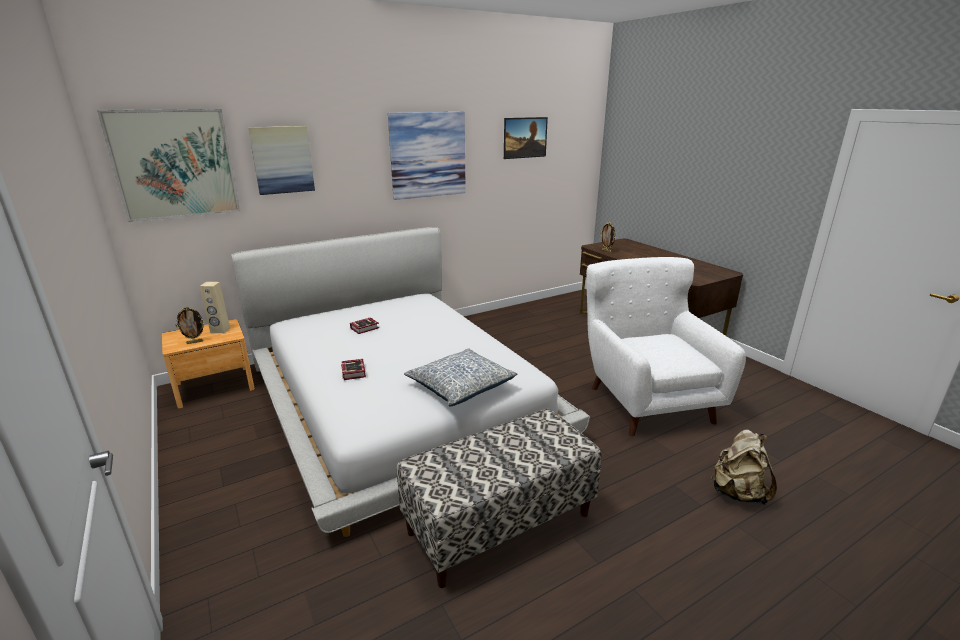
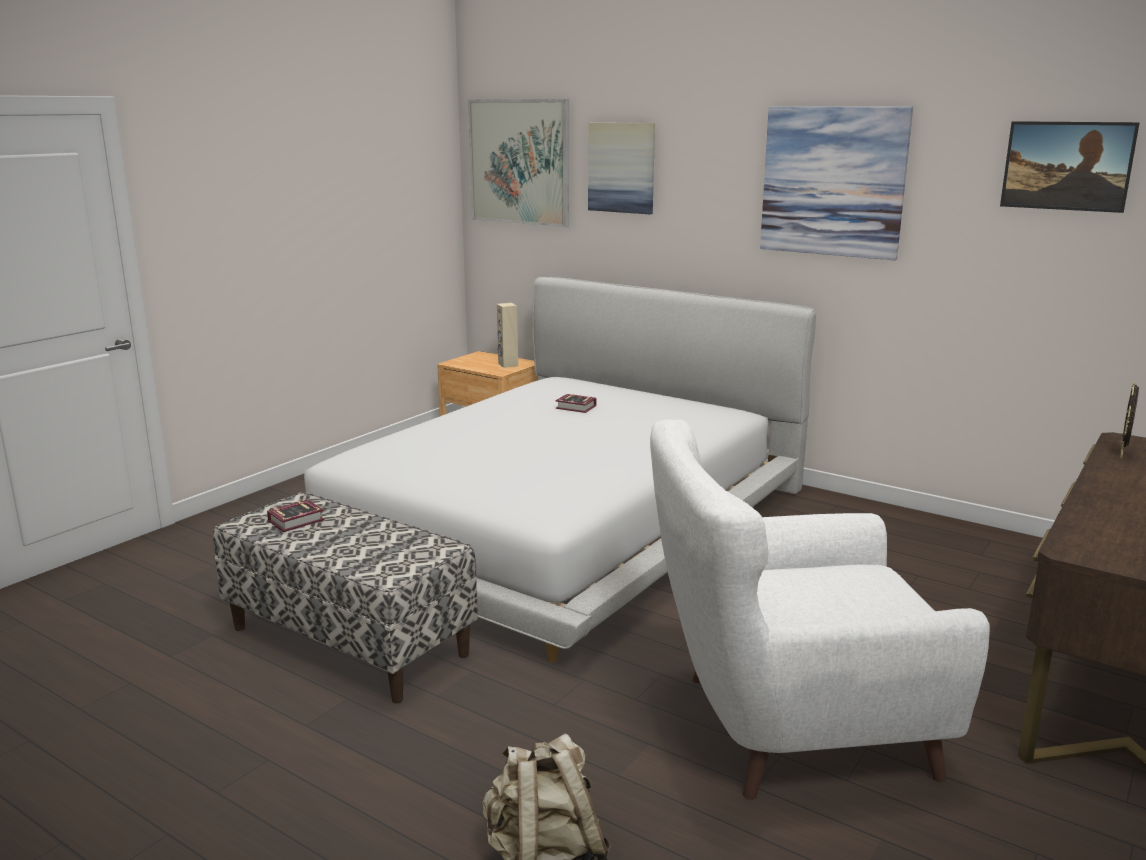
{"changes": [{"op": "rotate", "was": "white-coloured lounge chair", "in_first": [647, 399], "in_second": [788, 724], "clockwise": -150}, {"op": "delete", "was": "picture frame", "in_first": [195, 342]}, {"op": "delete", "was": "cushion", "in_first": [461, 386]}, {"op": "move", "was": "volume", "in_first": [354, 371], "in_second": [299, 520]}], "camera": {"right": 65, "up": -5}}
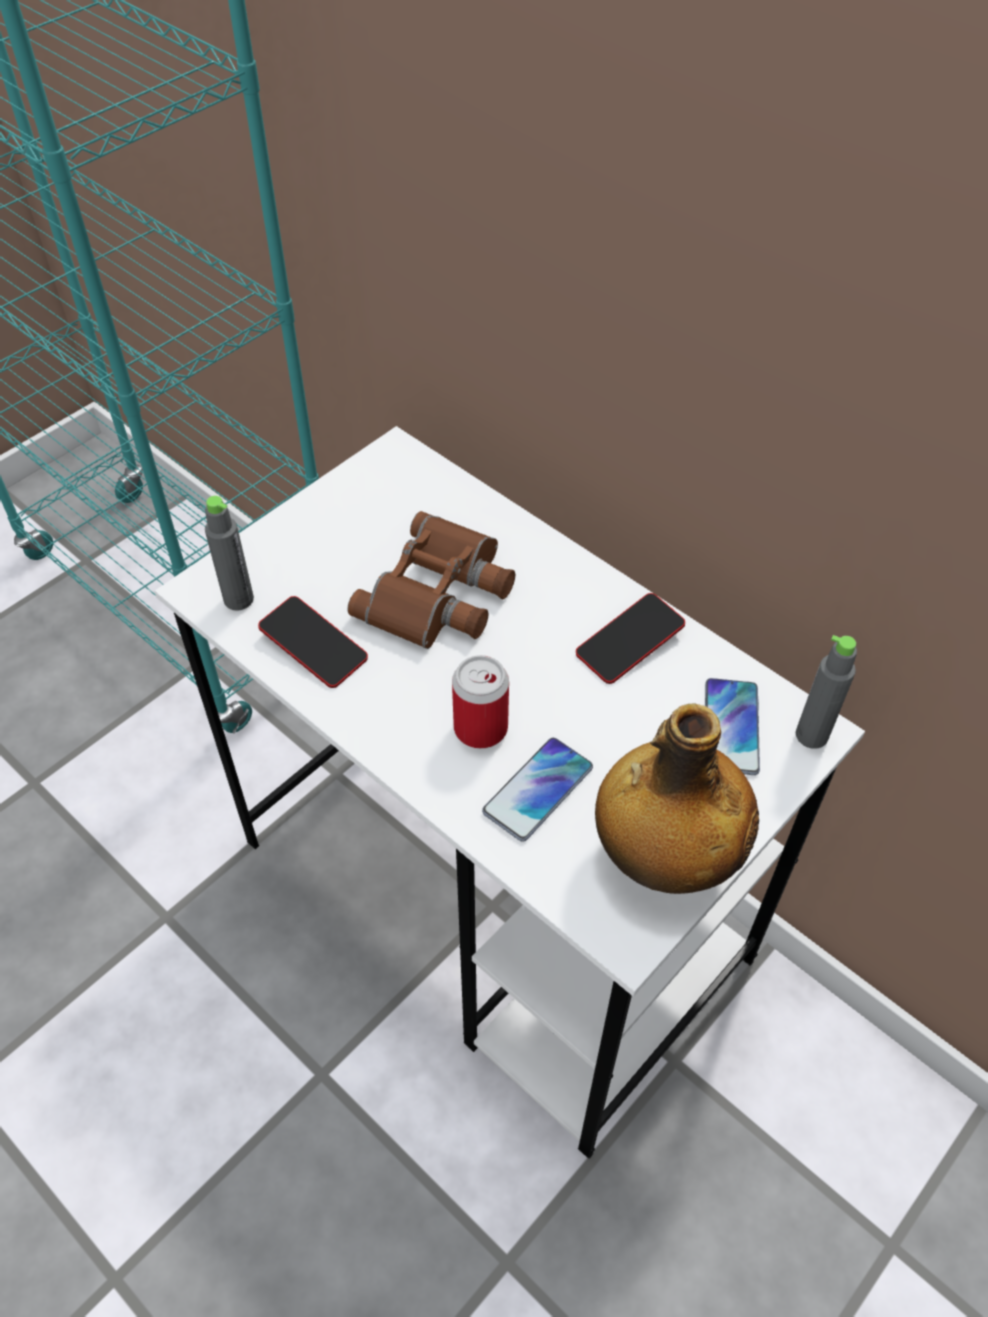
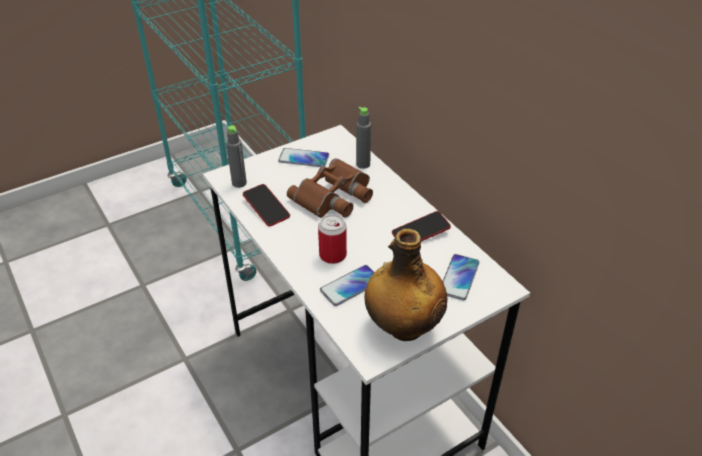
{"changes": [{"op": "move", "was": "greyish drink bottle", "in_first": [811, 735], "in_second": [363, 164]}, {"op": "insert", "now": "phone", "in_second": [303, 158]}], "camera": {"right": 15, "up": -10}}
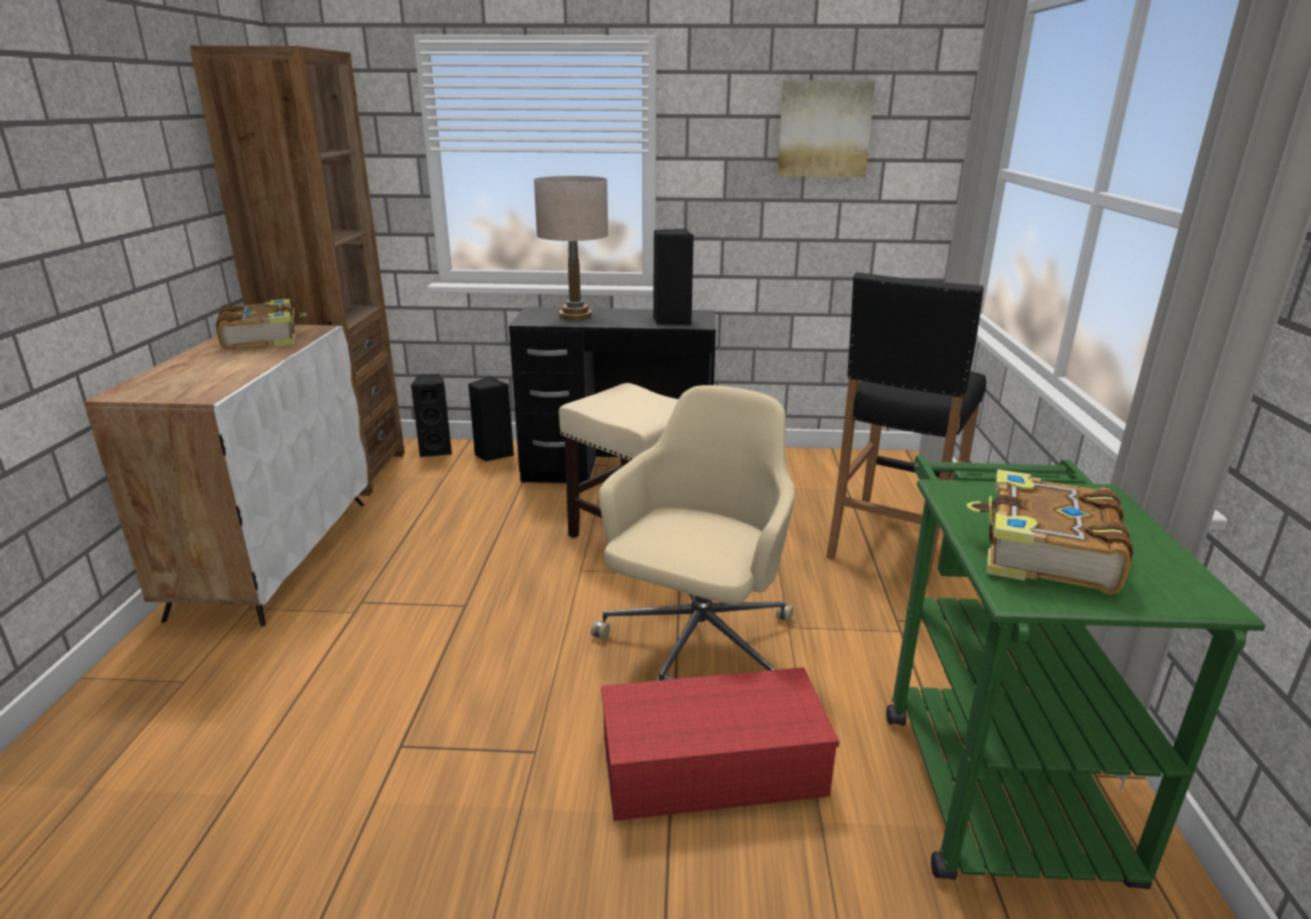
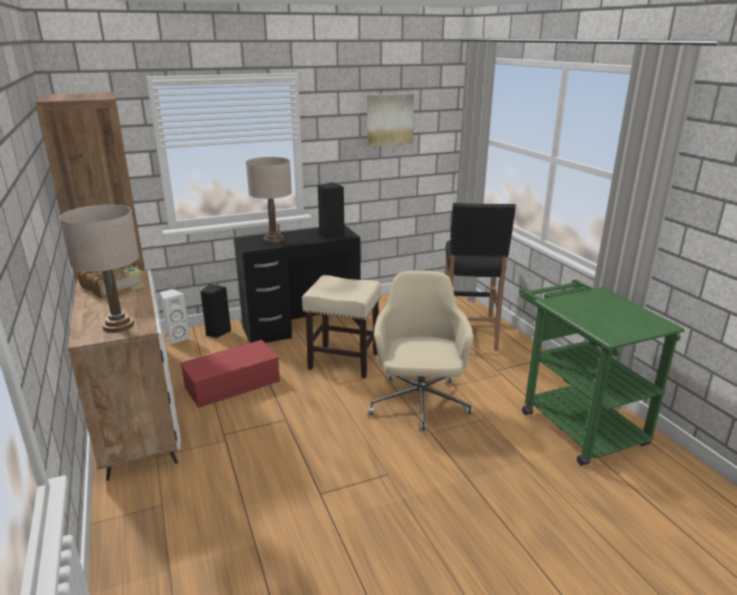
{"changes": [{"op": "recolor", "was": "blackish loudspeaker", "now": "white-coloured loudspeaker", "in_first": [436, 450], "in_second": [177, 338]}, {"op": "delete", "was": "volume", "in_first": [1044, 553]}, {"op": "move", "was": "red storage bin", "in_first": [715, 764], "in_second": [233, 383]}, {"op": "insert", "now": "beige-coloured lamp for a table", "in_second": [118, 325]}], "camera": {"right": -25, "up": 0}}
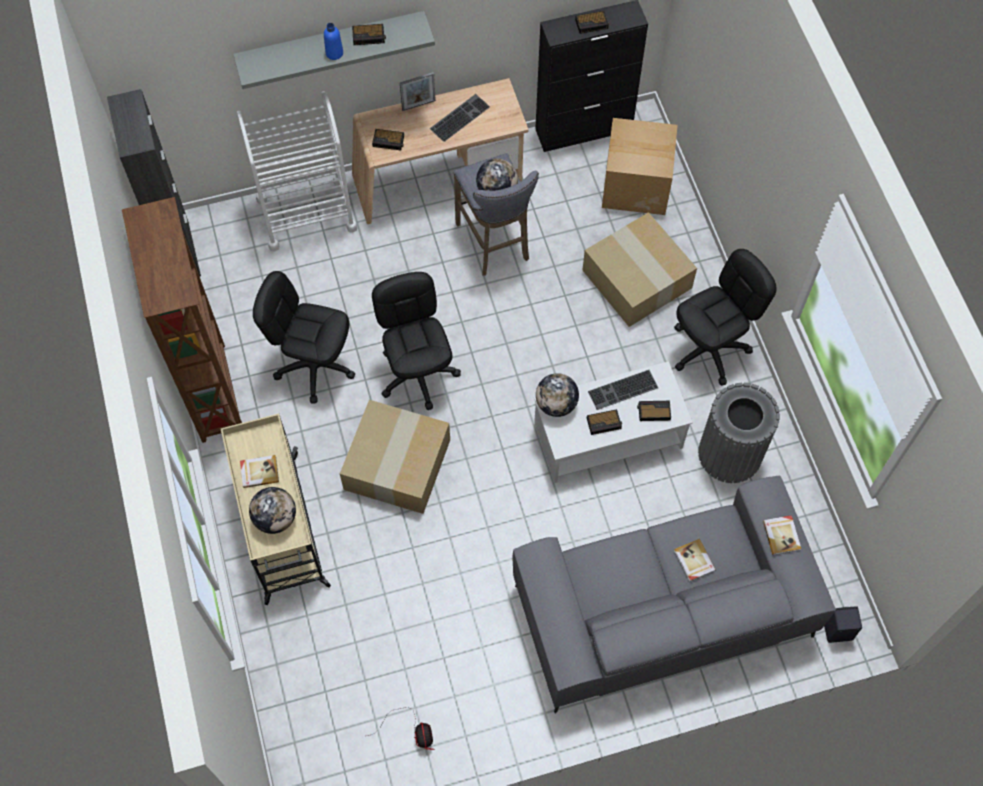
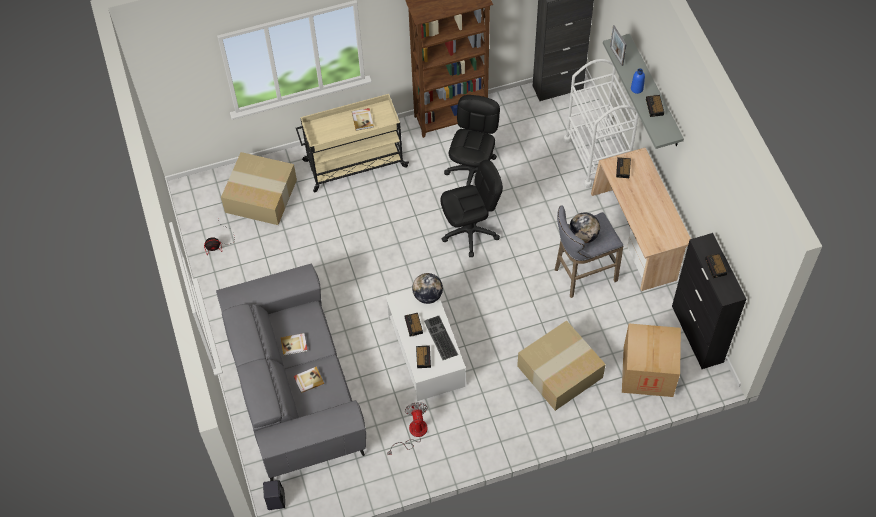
{"changes": [{"op": "move", "was": "picture frame", "in_first": [418, 105], "in_second": [616, 56]}, {"op": "delete", "was": "keyboard", "in_first": [459, 117]}, {"op": "delete", "was": "blackish office chair", "in_first": [710, 350]}, {"op": "replace", "was": "greyish waste bin", "now": "cooling fan", "in_first": [730, 454], "in_second": [413, 433]}, {"op": "move", "was": "packing box", "in_first": [398, 466], "in_second": [260, 196]}, {"op": "delete", "was": "globe", "in_first": [275, 518]}, {"op": "move", "was": "volume", "in_first": [782, 535], "in_second": [294, 345]}], "camera": {"right": 90, "up": -5}}
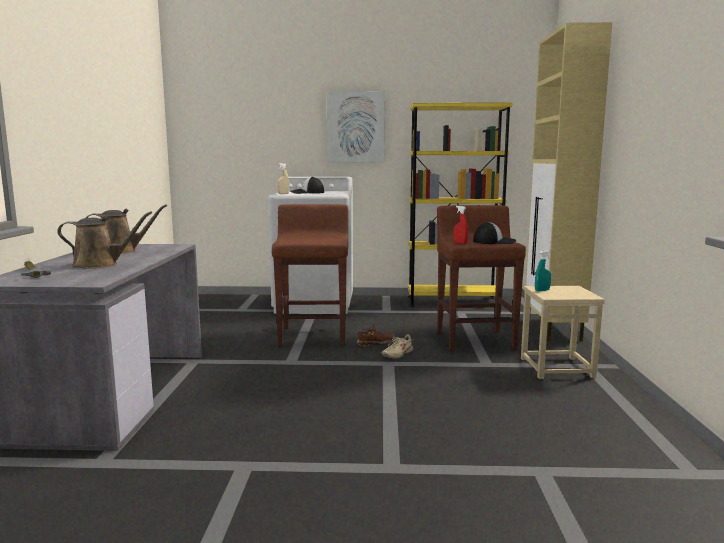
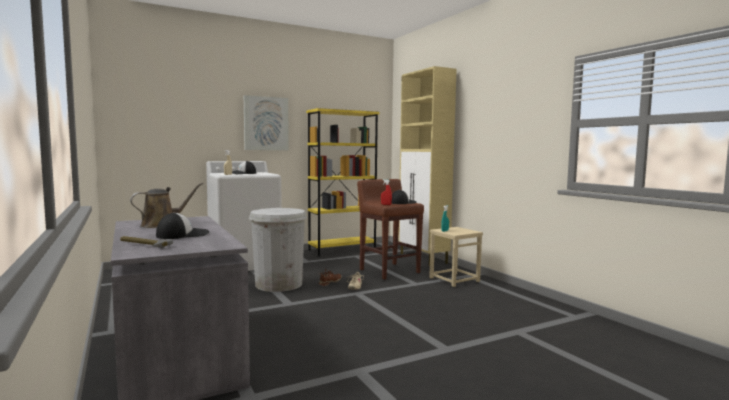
{"changes": [{"op": "replace", "was": "brown sitting stool", "now": "white-coloured waste bin", "in_first": [313, 336], "in_second": [279, 284]}, {"op": "replace", "was": "brown watering pot", "now": "baseball cap", "in_first": [100, 264], "in_second": [183, 235]}], "camera": {"right": -30, "up": -5}}
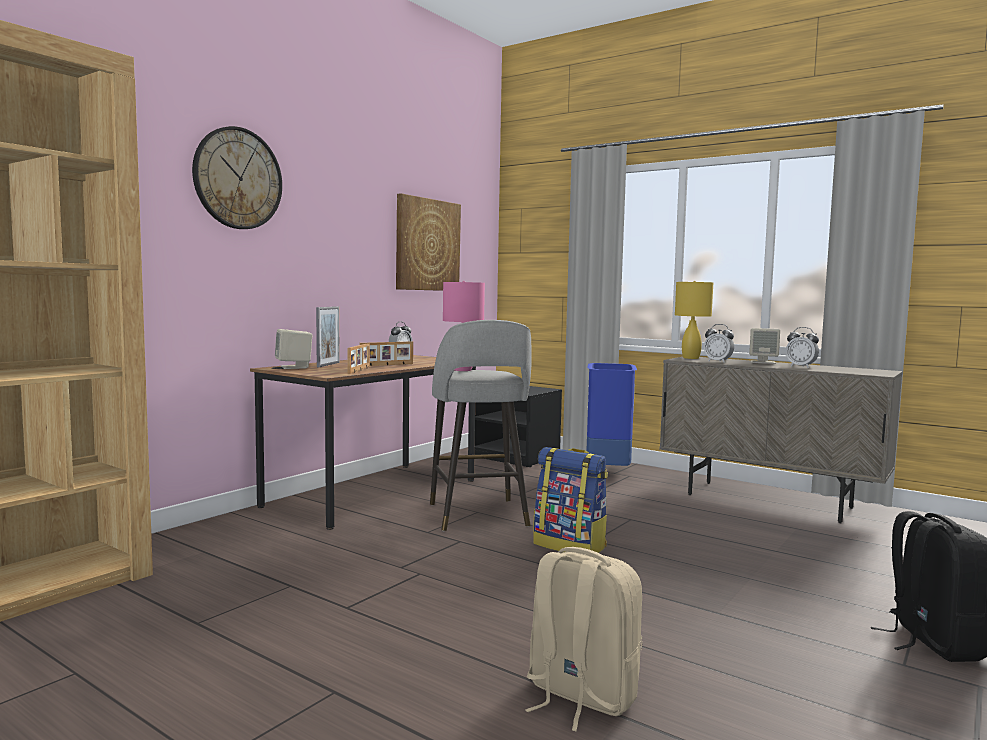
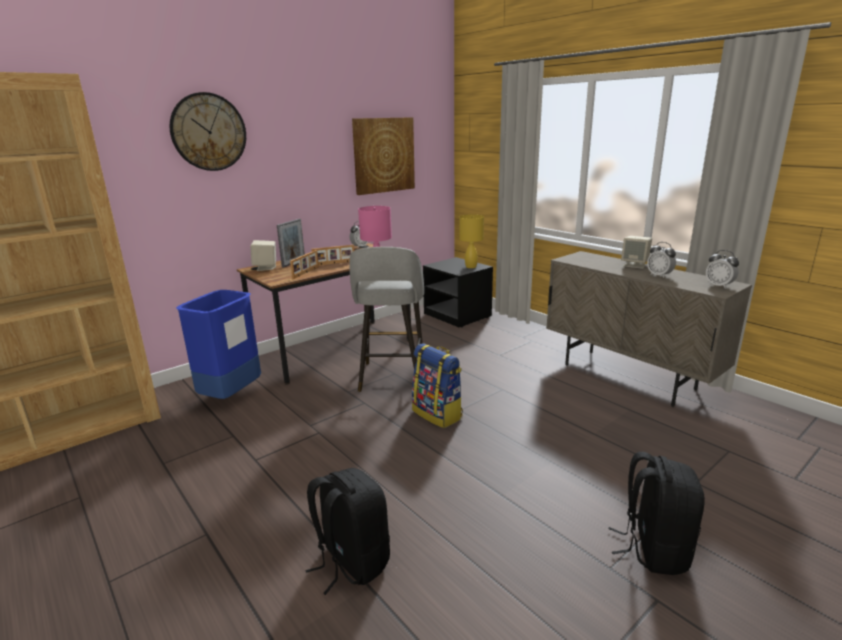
{"changes": [{"op": "move", "was": "yellow-coloured lamp for a table", "in_first": [690, 358], "in_second": [470, 267]}, {"op": "move", "was": "alarm clock", "in_first": [718, 362], "in_second": [719, 286]}, {"op": "move", "was": "bluish waste bin", "in_first": [608, 472], "in_second": [231, 395]}, {"op": "recolor", "was": "beige-coloured rucksack", "now": "blackish rucksack", "in_first": [579, 696], "in_second": [351, 561]}], "camera": {"right": 15, "up": 15}}
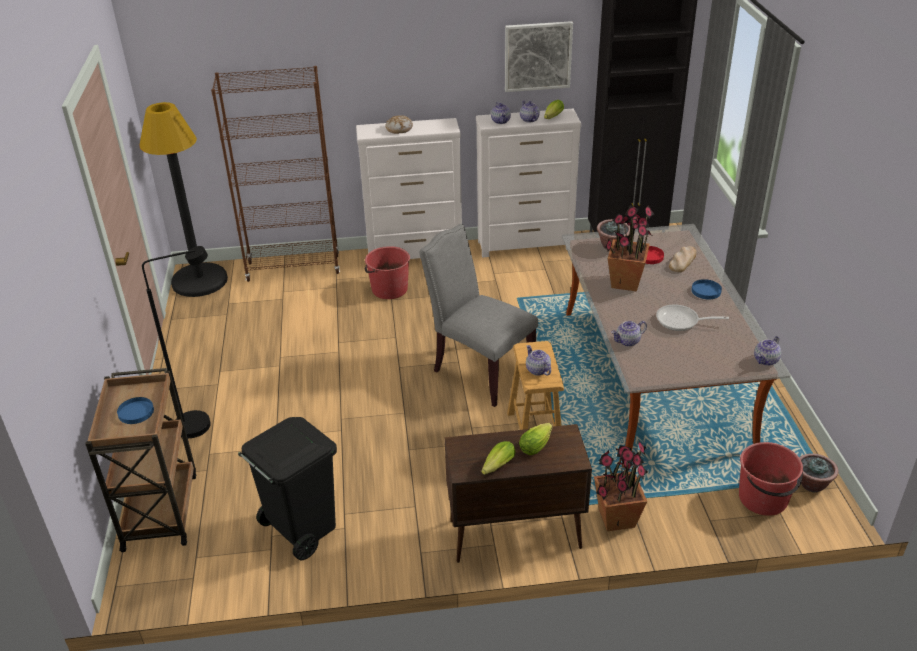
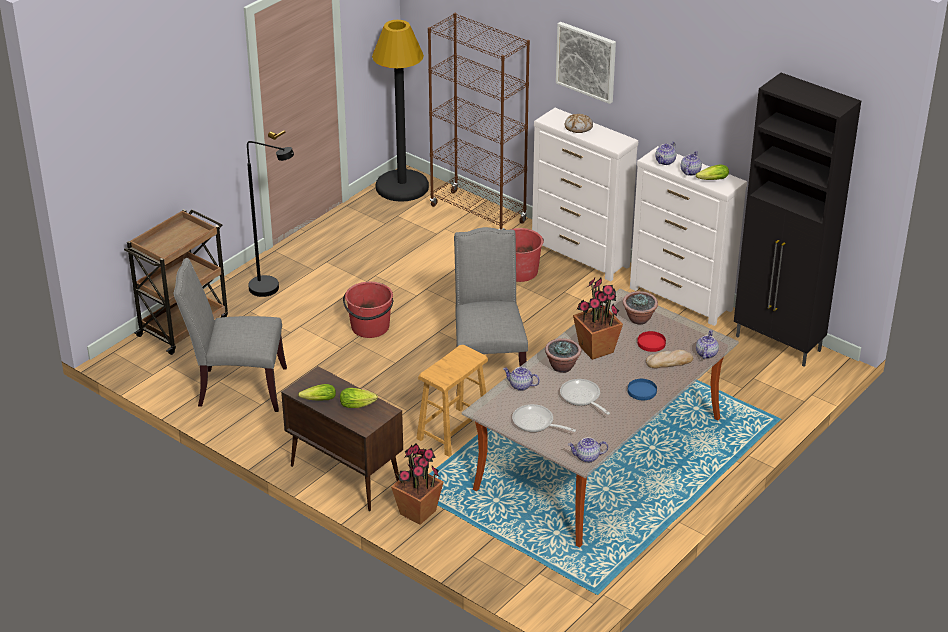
{"changes": [{"op": "move", "was": "wall picture", "in_first": [537, 56], "in_second": [586, 61]}, {"op": "move", "was": "teapot", "in_first": [537, 370], "in_second": [706, 353]}, {"op": "delete", "was": "bluish flat dish", "in_first": [136, 412]}, {"op": "replace", "was": "blackish waste bin", "now": "greyish chair", "in_first": [301, 529], "in_second": [237, 388]}, {"op": "move", "was": "red pail", "in_first": [763, 499], "in_second": [370, 327]}, {"op": "move", "was": "plant in a pot", "in_first": [812, 484], "in_second": [562, 366]}, {"op": "insert", "now": "frying pan", "in_second": [536, 423]}], "camera": {"right": 45, "up": 0}}
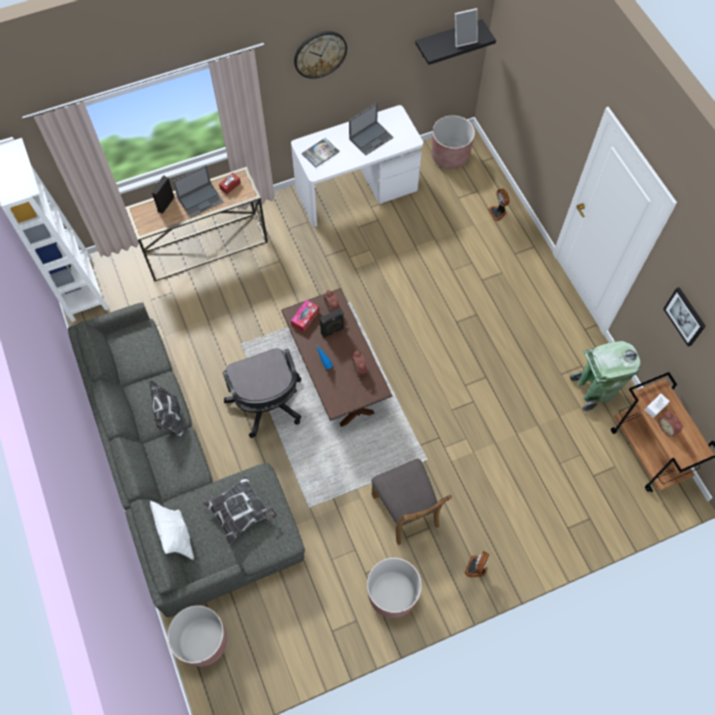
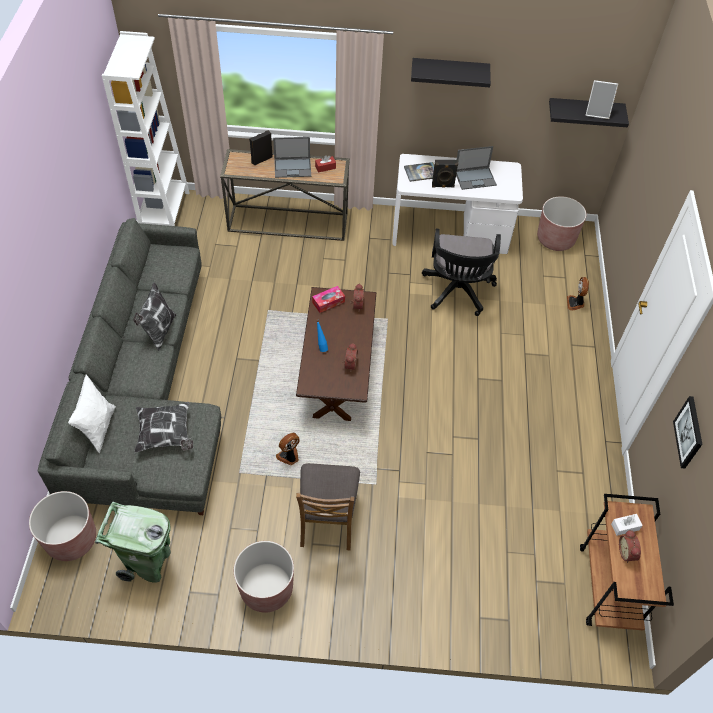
{"changes": [{"op": "replace", "was": "hanging clock", "now": "blackish wall shelf", "in_first": [320, 54], "in_second": [449, 72]}, {"op": "move", "was": "blackish loudspeaker", "in_first": [332, 331], "in_second": [443, 186]}, {"op": "move", "was": "greenish waste bin", "in_first": [594, 390], "in_second": [148, 563]}, {"op": "move", "was": "blackish office chair", "in_first": [268, 405], "in_second": [457, 292]}, {"op": "move", "was": "cooling fan", "in_first": [476, 568], "in_second": [289, 456]}], "camera": {"right": 25, "up": -10}}
